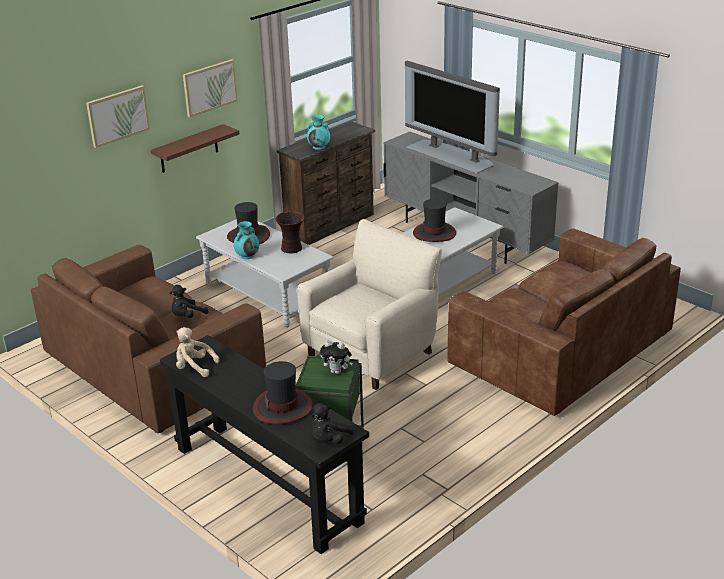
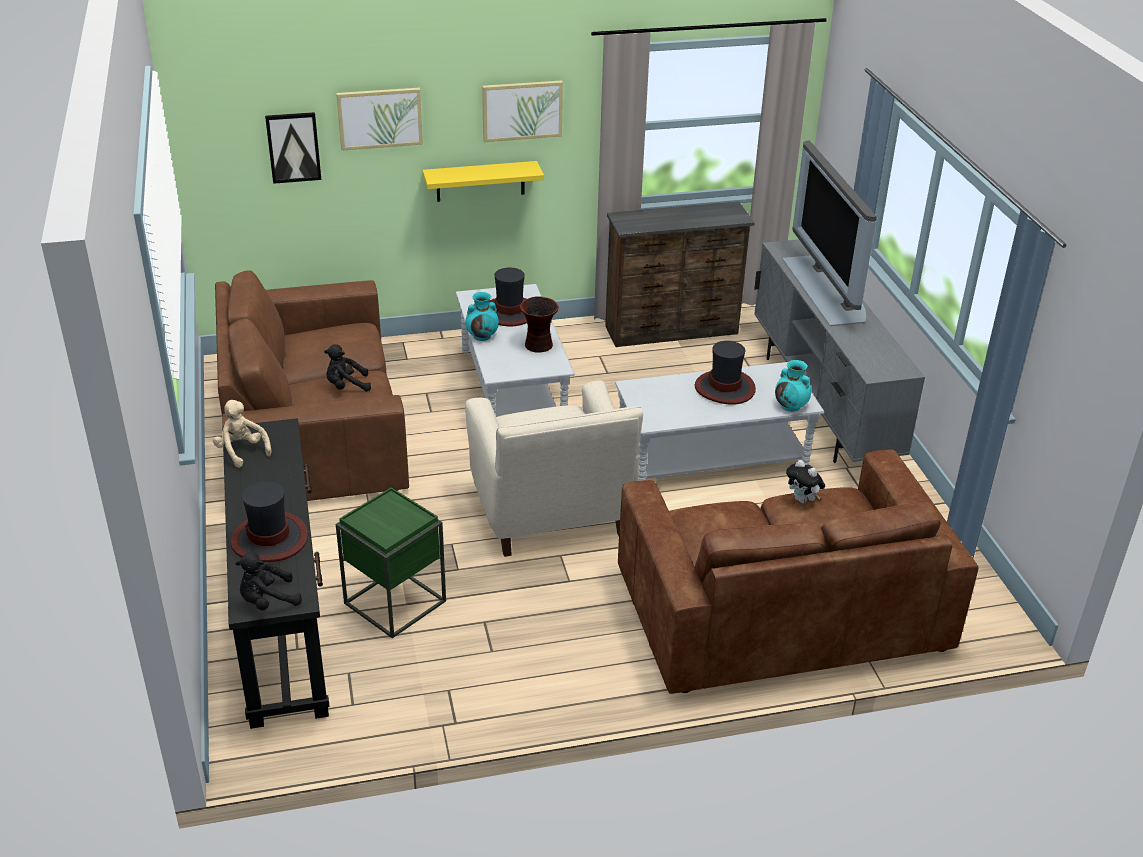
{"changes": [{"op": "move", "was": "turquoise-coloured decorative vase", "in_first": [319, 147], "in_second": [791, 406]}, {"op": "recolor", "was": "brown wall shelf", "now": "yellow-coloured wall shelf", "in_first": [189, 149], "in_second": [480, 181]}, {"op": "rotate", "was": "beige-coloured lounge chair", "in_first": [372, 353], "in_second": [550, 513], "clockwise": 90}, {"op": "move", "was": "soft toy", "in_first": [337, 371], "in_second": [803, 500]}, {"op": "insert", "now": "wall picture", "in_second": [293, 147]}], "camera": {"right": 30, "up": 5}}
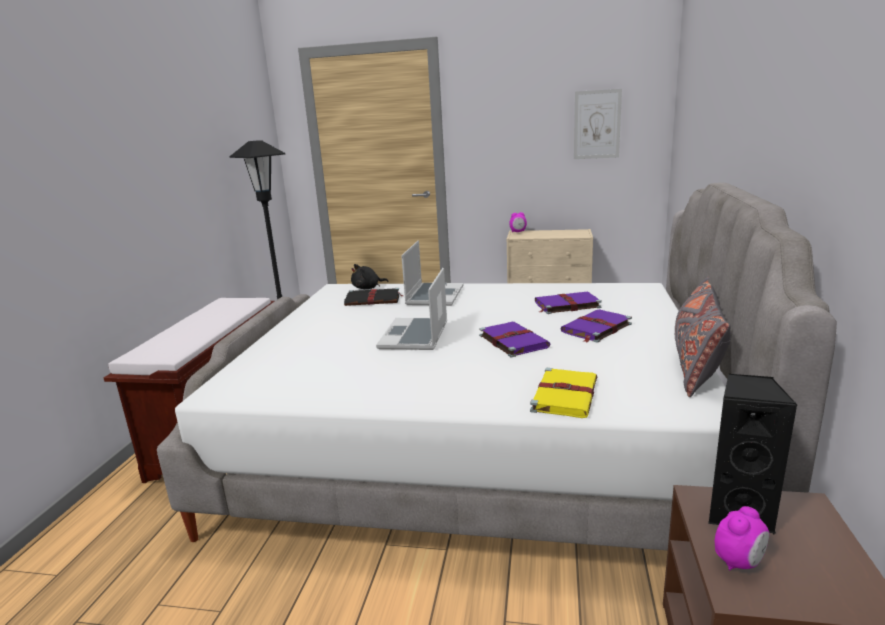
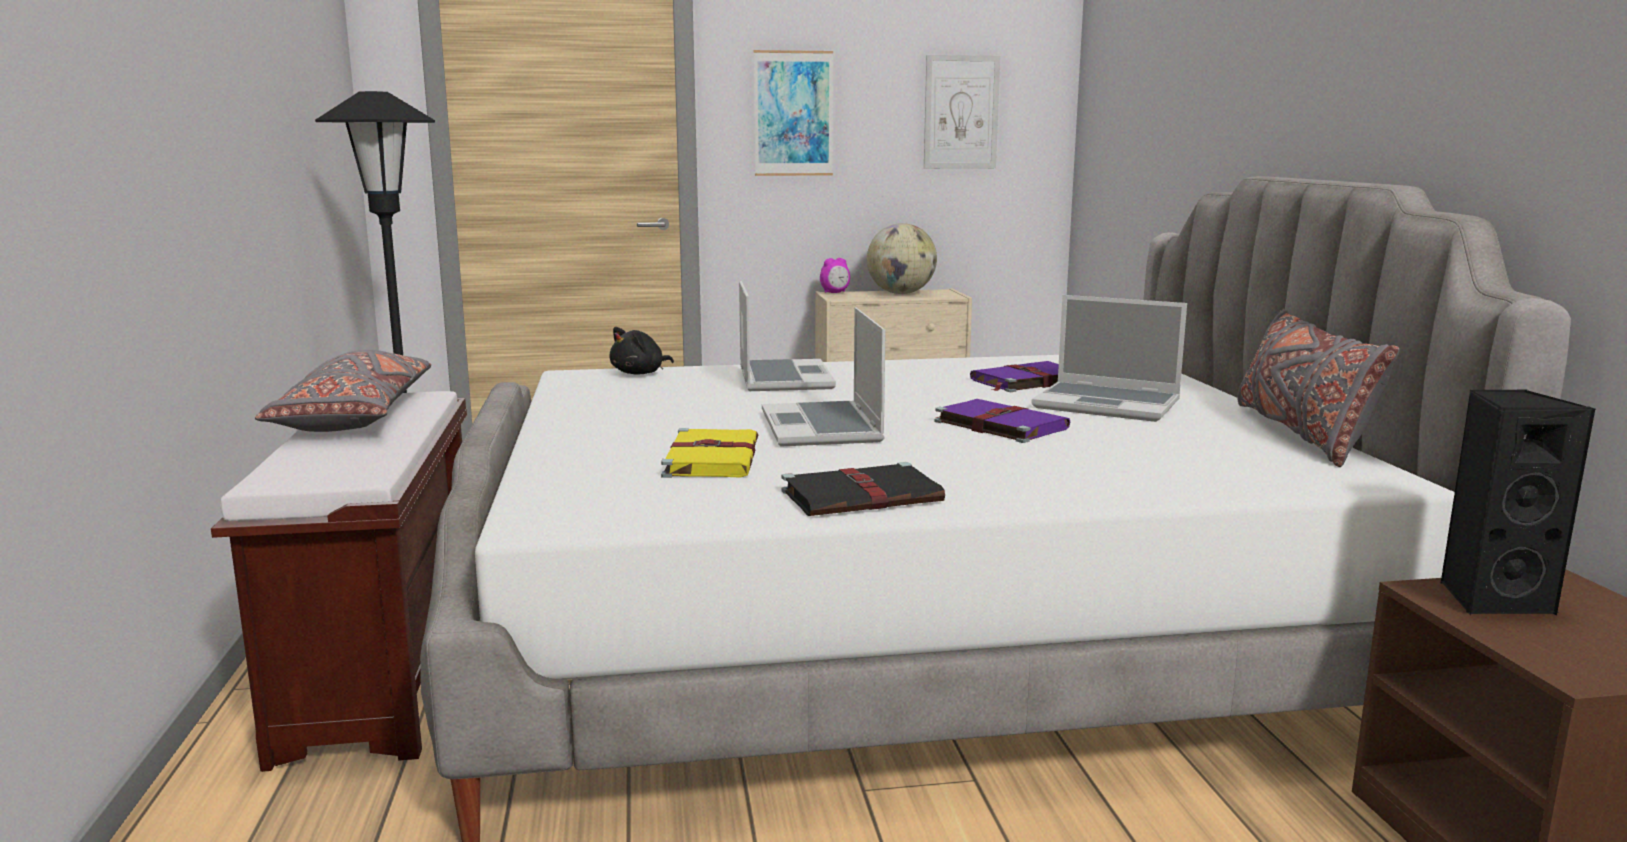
{"changes": [{"op": "move", "was": "blackish volume", "in_first": [374, 300], "in_second": [864, 496]}, {"op": "replace", "was": "purple volume", "now": "portable computer", "in_first": [595, 328], "in_second": [1108, 404]}, {"op": "move", "was": "yellow-coloured volume", "in_first": [565, 395], "in_second": [712, 458]}, {"op": "delete", "was": "alarm clock", "in_first": [739, 561]}, {"op": "insert", "now": "wall picture", "in_second": [793, 113]}, {"op": "insert", "now": "globe", "in_second": [901, 293]}, {"op": "insert", "now": "greyish cushion", "in_second": [356, 416]}], "camera": {"right": -20, "up": -5}}
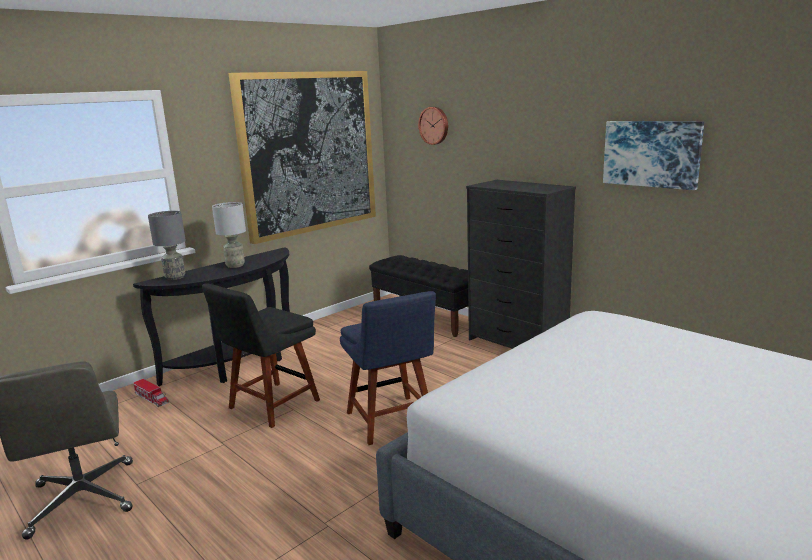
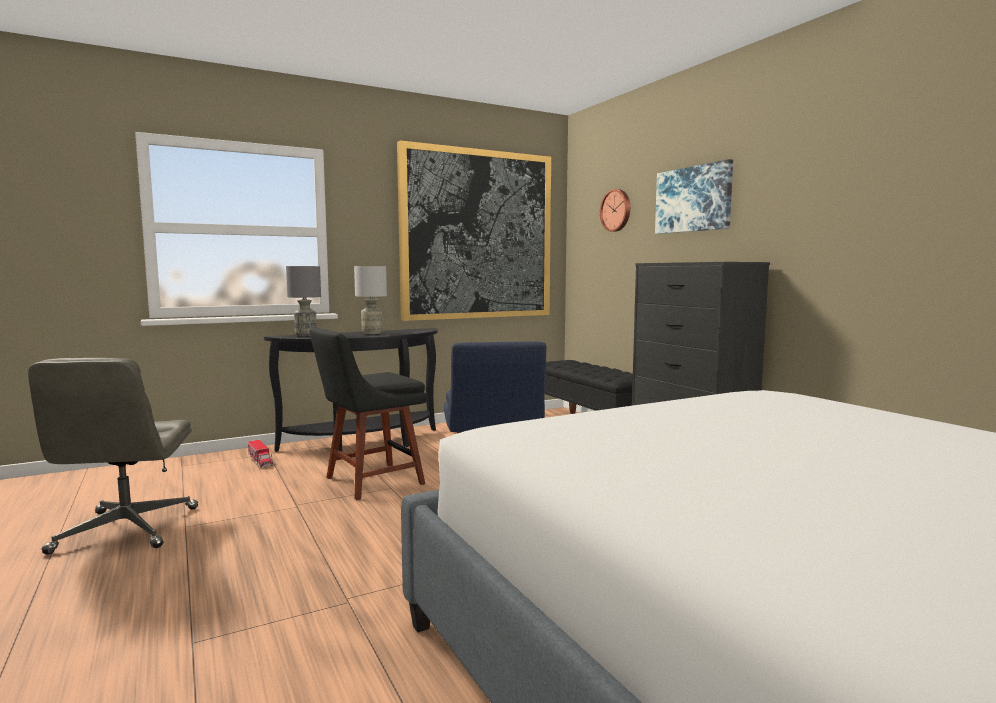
{"changes": [{"op": "move", "was": "wall picture", "in_first": [651, 153], "in_second": [693, 199]}], "camera": {"right": 15, "up": -10}}
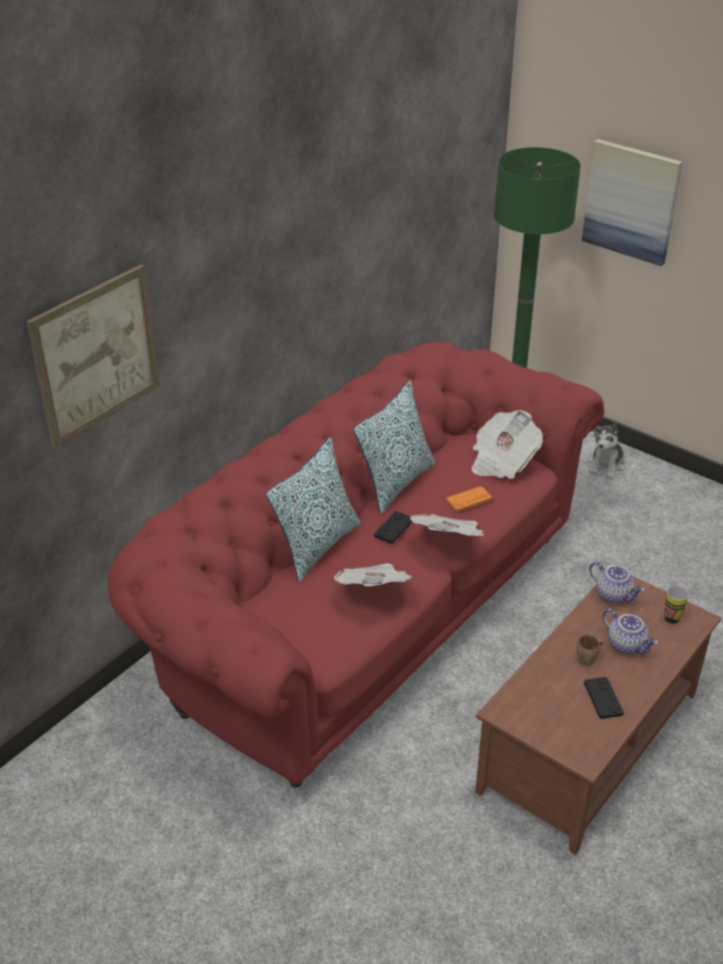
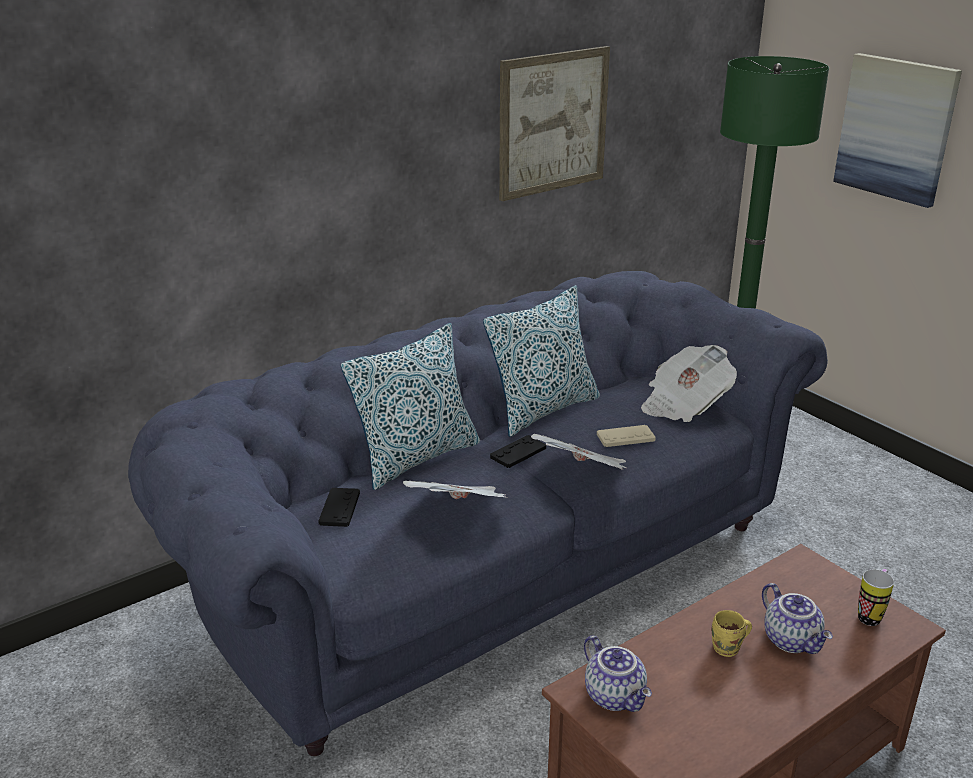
{"changes": [{"op": "move", "was": "wall picture", "in_first": [96, 355], "in_second": [553, 122]}, {"op": "recolor", "was": "red sofa", "now": "bluish sofa", "in_first": [363, 609], "in_second": [488, 566]}, {"op": "delete", "was": "soft toy", "in_first": [606, 466]}, {"op": "recolor", "was": "orange game controller", "now": "beige-coloured game controller", "in_first": [469, 500], "in_second": [625, 437]}, {"op": "move", "was": "teapot", "in_first": [614, 595], "in_second": [616, 696]}, {"op": "recolor", "was": "brown coffee mug", "now": "yellow-coloured coffee mug", "in_first": [588, 660], "in_second": [728, 649]}, {"op": "move", "was": "blackish game controller", "in_first": [603, 698], "in_second": [339, 508]}], "camera": {"right": 15, "up": -10}}
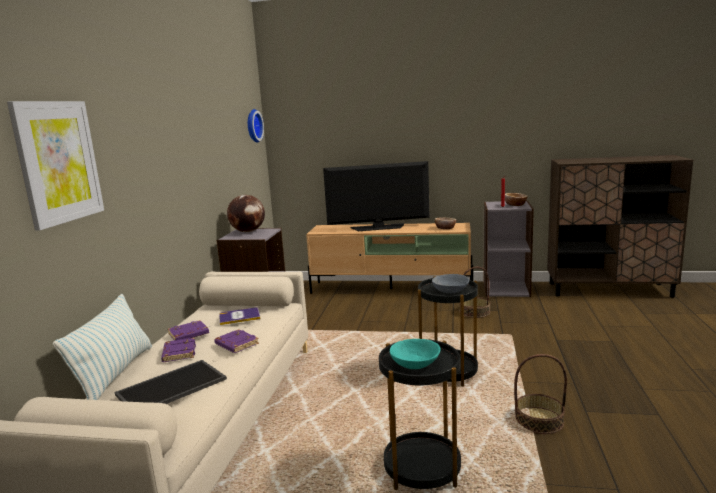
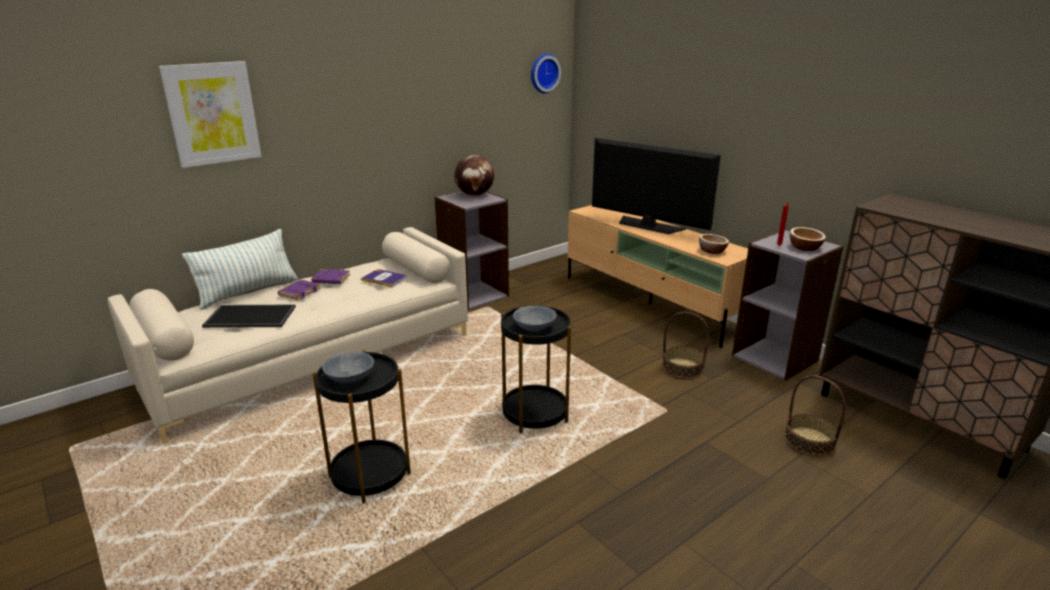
{"changes": [{"op": "delete", "was": "purple volume", "in_first": [236, 344]}, {"op": "recolor", "was": "turquoise-coloured serving bowl", "now": "greyish serving bowl", "in_first": [415, 364], "in_second": [349, 378]}, {"op": "move", "was": "basket", "in_first": [539, 420], "in_second": [809, 441]}], "camera": {"right": 40, "up": 10}}
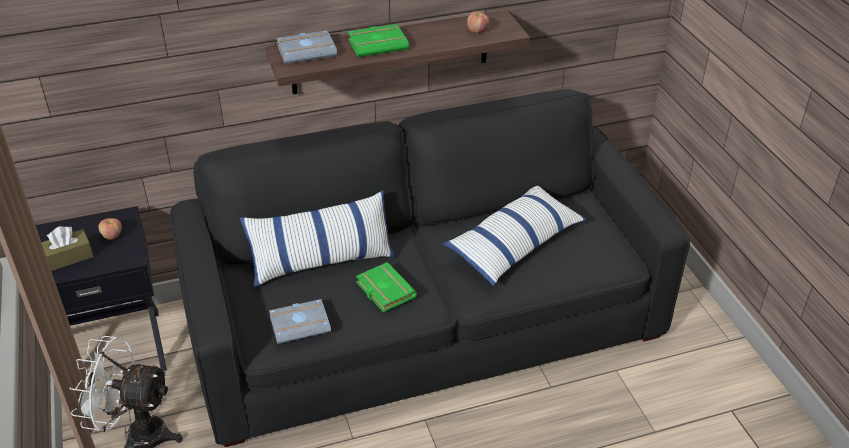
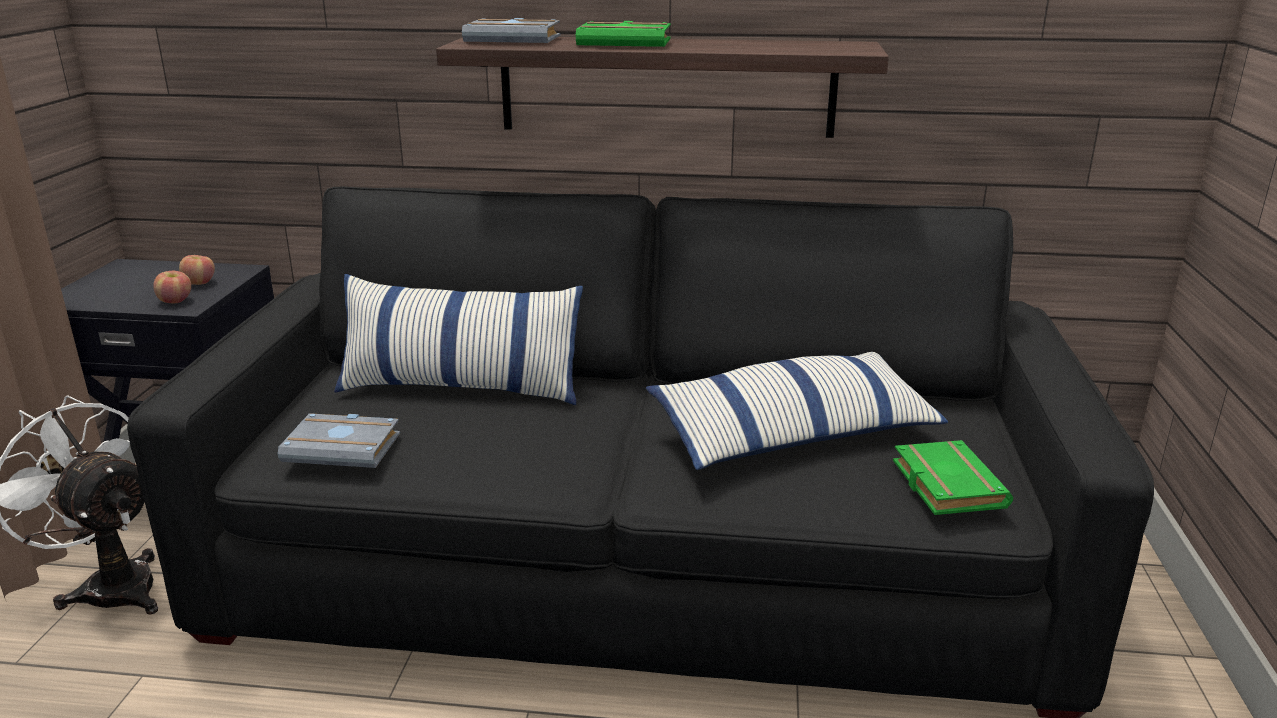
{"changes": [{"op": "move", "was": "apple", "in_first": [477, 31], "in_second": [175, 301]}, {"op": "delete", "was": "brown tissue box", "in_first": [68, 257]}, {"op": "move", "was": "greenish volume", "in_first": [383, 290], "in_second": [944, 484]}], "camera": {"right": 25, "up": -15}}
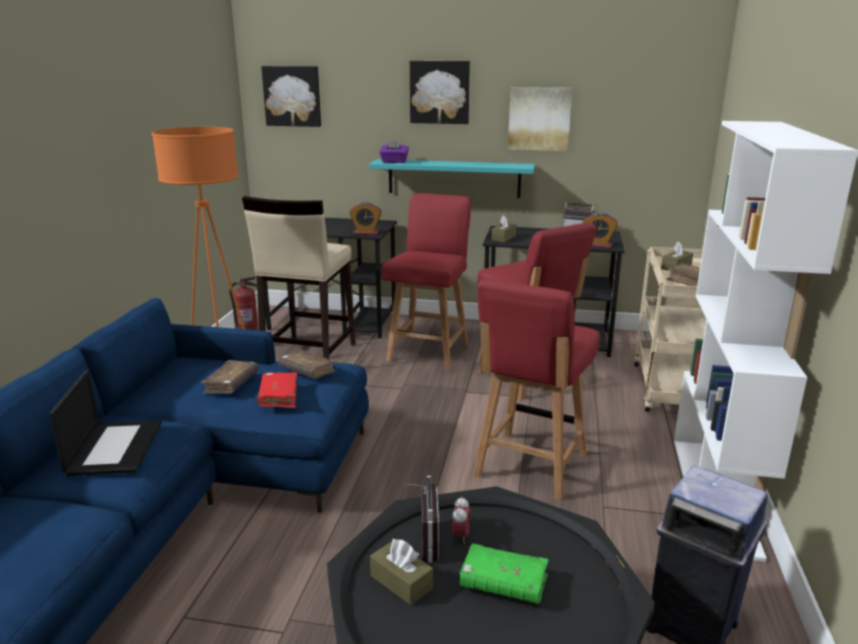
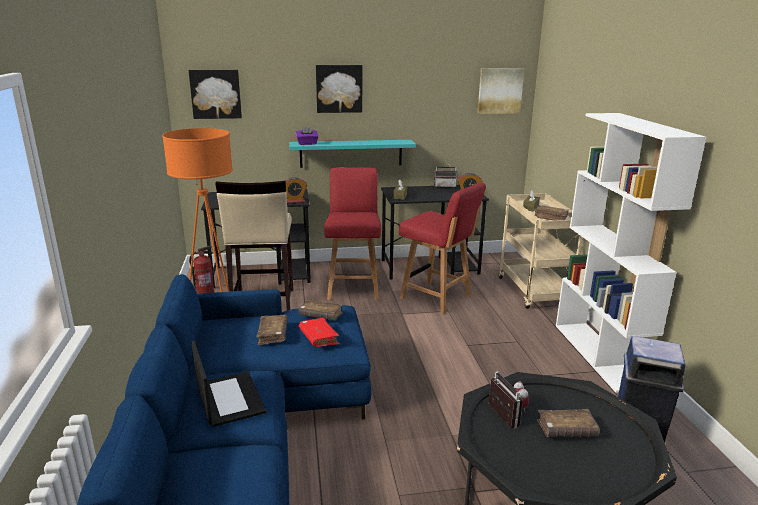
{"changes": [{"op": "move", "was": "wall picture", "in_first": [539, 118], "in_second": [500, 90]}, {"op": "delete", "was": "red chair", "in_first": [529, 466]}, {"op": "delete", "was": "brown tissue box", "in_first": [401, 582]}, {"op": "recolor", "was": "greenish volume", "now": "brown volume", "in_first": [503, 583], "in_second": [566, 430]}], "camera": {"right": -20, "up": 0}}
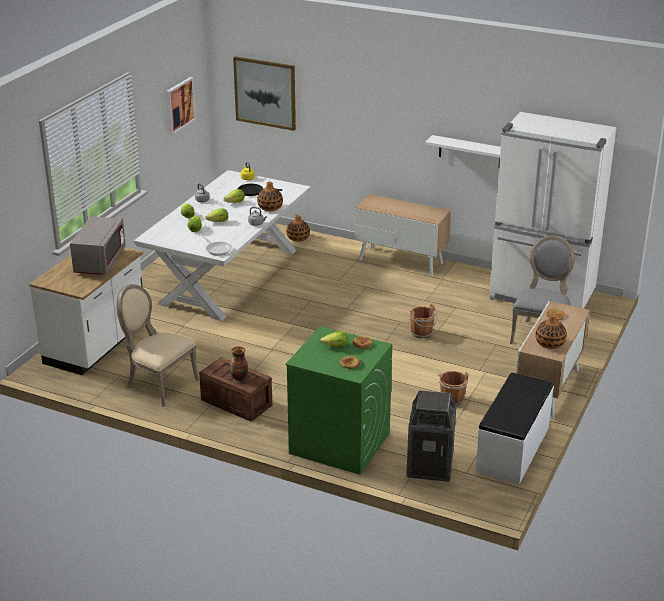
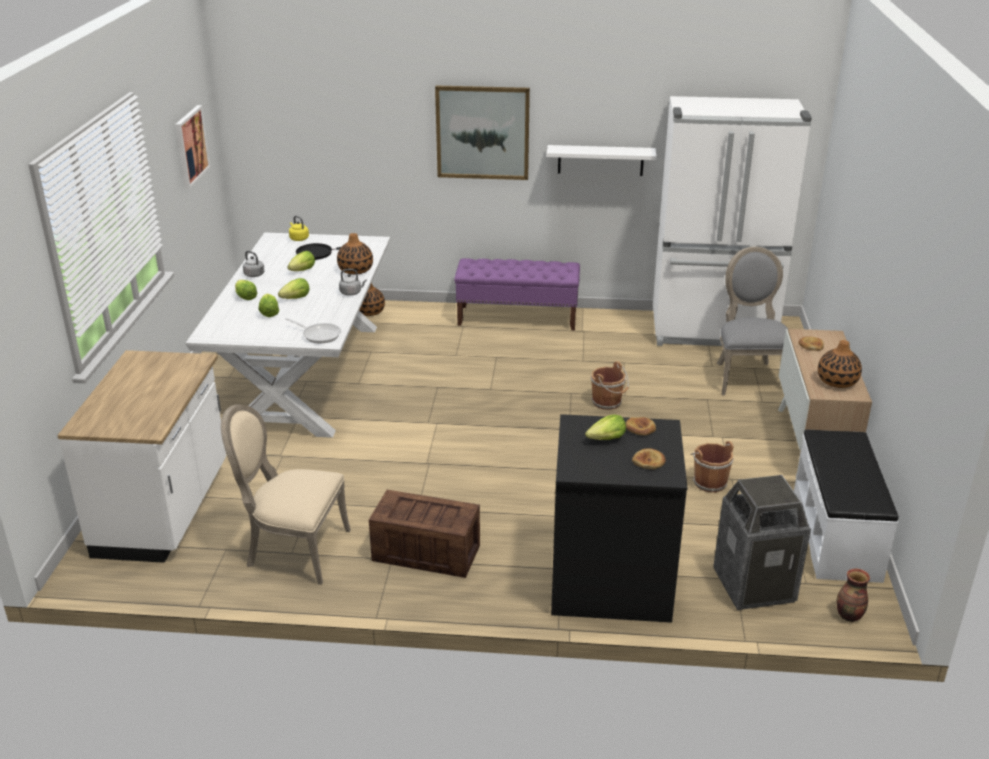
{"changes": [{"op": "move", "was": "wall picture", "in_first": [265, 93], "in_second": [482, 132]}, {"op": "replace", "was": "cupboard", "now": "purple long seat", "in_first": [401, 261], "in_second": [517, 318]}, {"op": "delete", "was": "greyish microwave", "in_first": [100, 262]}, {"op": "recolor", "was": "greenish laundry machine", "now": "blackish laundry machine", "in_first": [339, 443], "in_second": [610, 581]}, {"op": "move", "was": "decorative vase", "in_first": [239, 377], "in_second": [849, 616]}], "camera": {"right": -20, "up": 0}}
